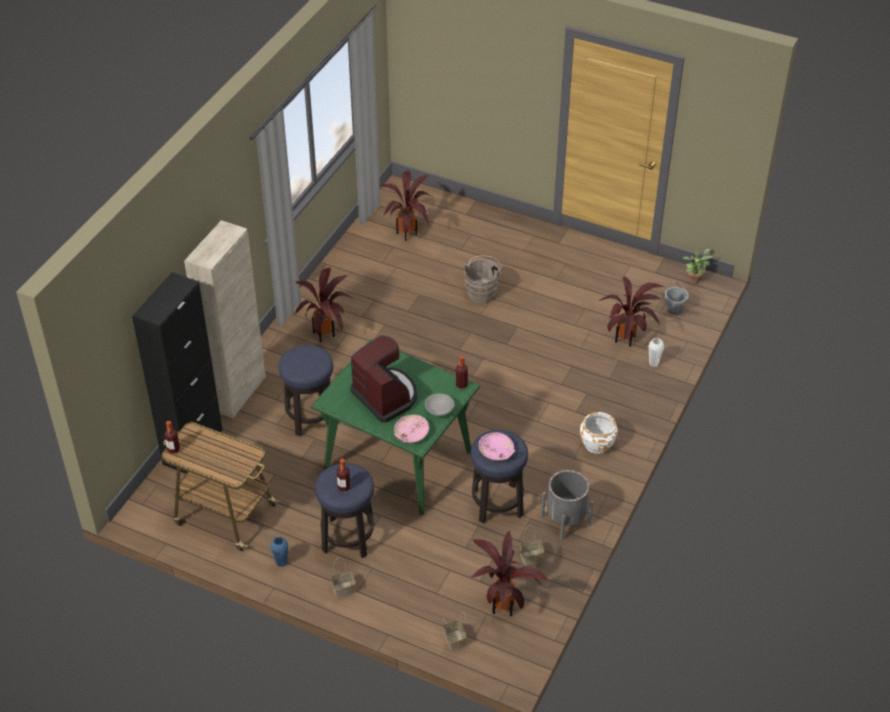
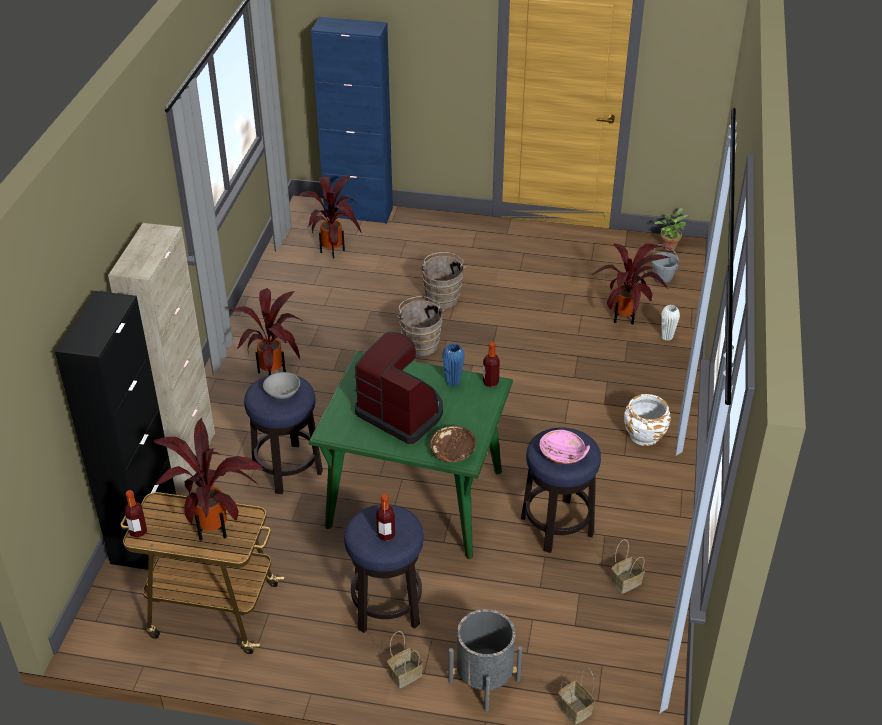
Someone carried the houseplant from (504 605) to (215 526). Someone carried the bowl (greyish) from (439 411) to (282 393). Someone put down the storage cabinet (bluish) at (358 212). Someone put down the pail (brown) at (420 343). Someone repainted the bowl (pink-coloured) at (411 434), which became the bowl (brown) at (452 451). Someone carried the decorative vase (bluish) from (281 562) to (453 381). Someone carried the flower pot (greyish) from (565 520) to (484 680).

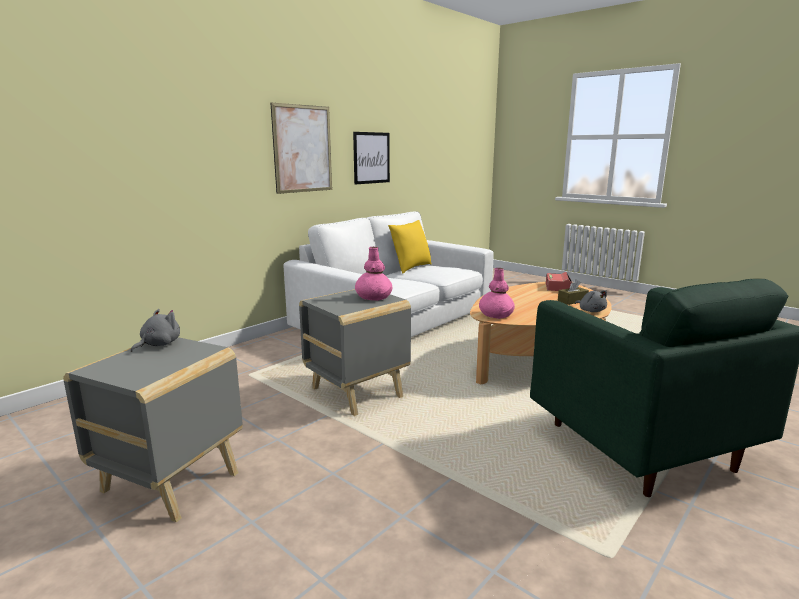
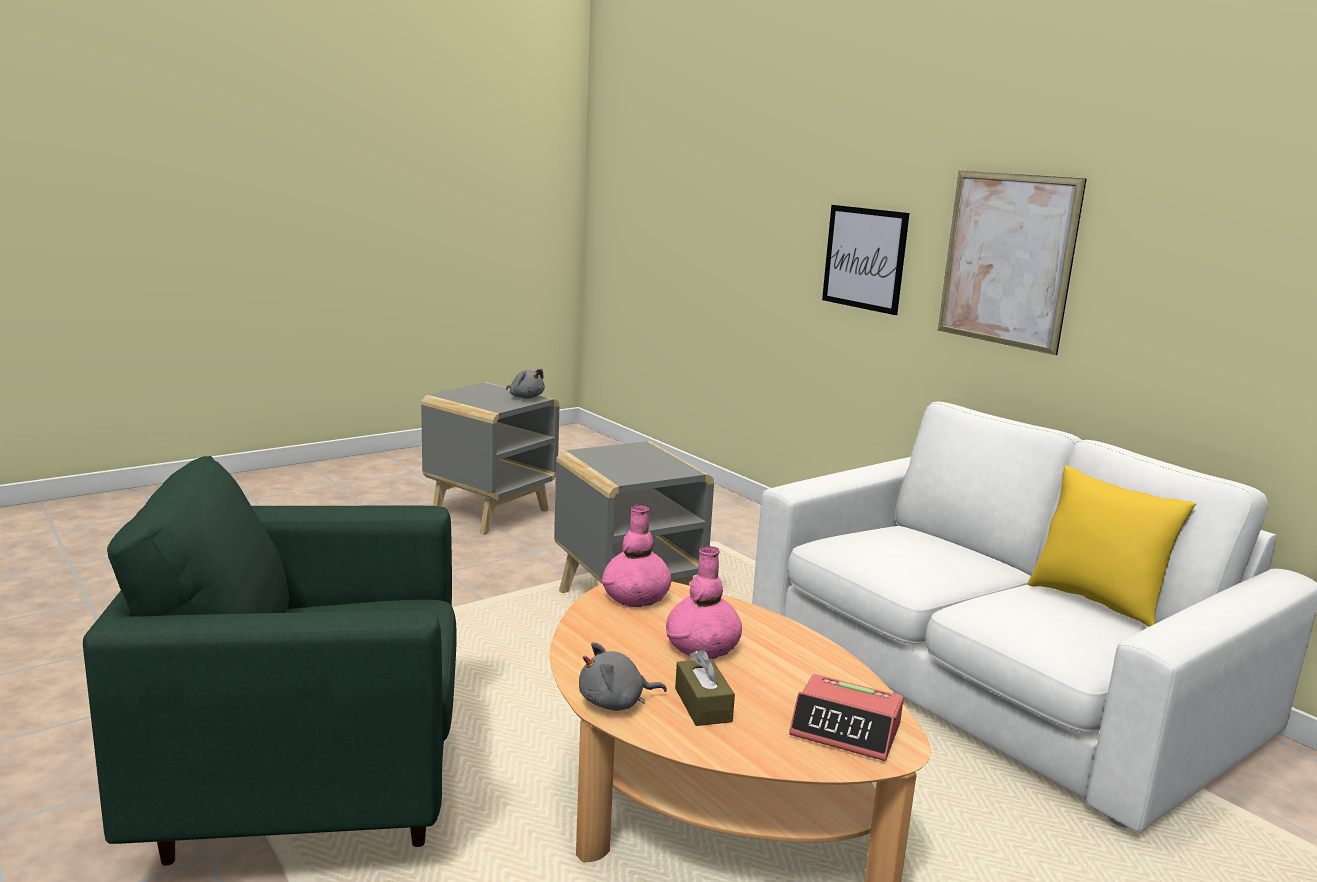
Someone carried the decorative vase (pink-coloured) from (374 297) to (703 646). Someone carried the picture from (371 158) to (864 258).

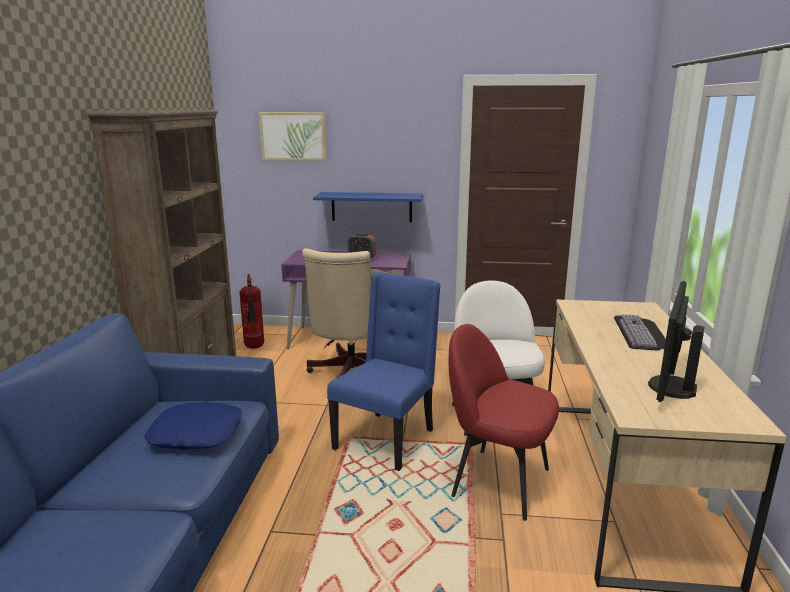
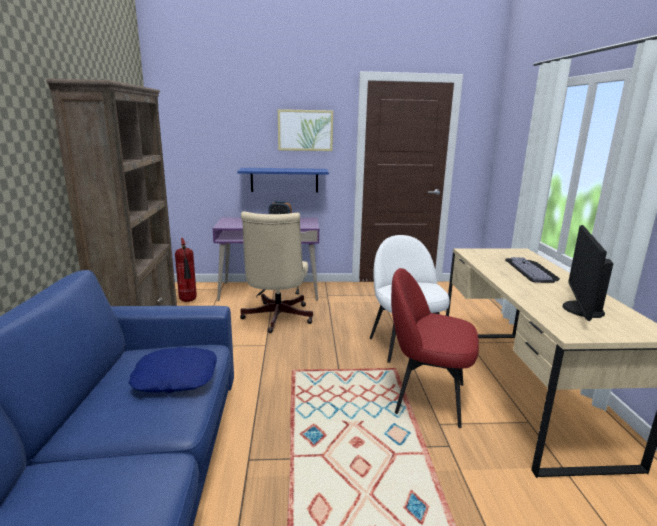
Someone carried the picture from (293 136) to (305 130). Someone took away the plain chair (bluish) at (386 439).

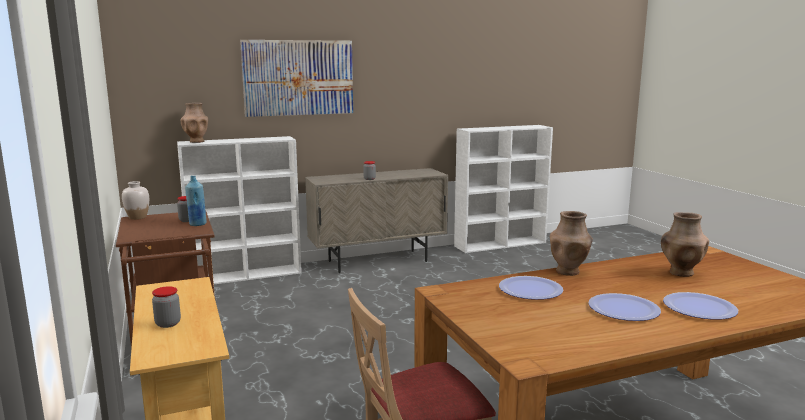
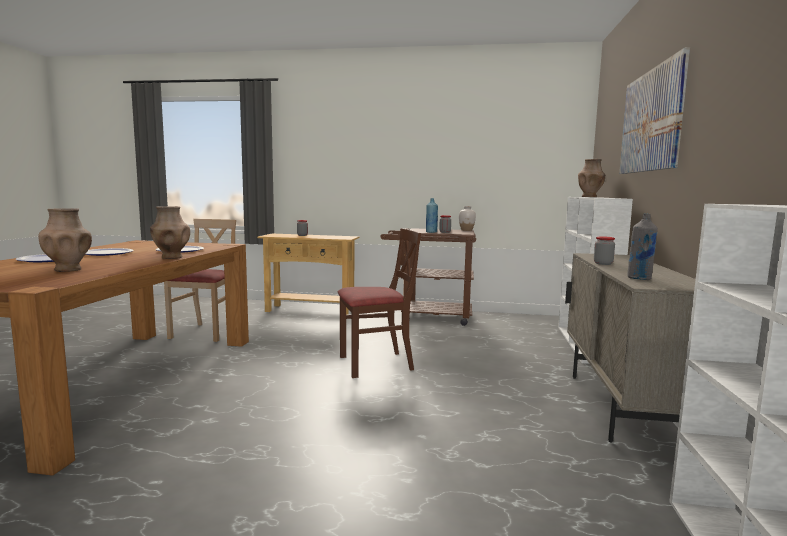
Someone put down the plain chair (brown) at (376 364). Someone put down the drink bottle (greyish) at (639 278).

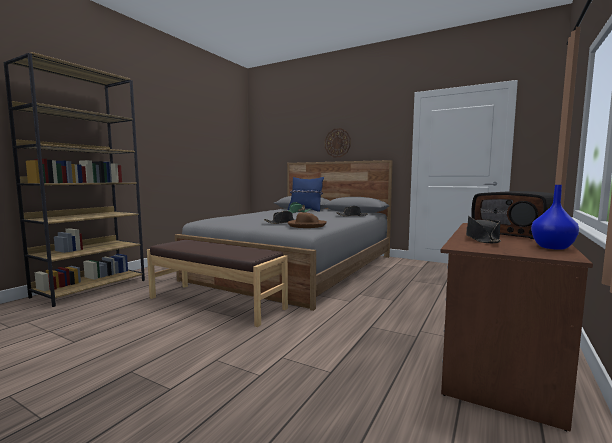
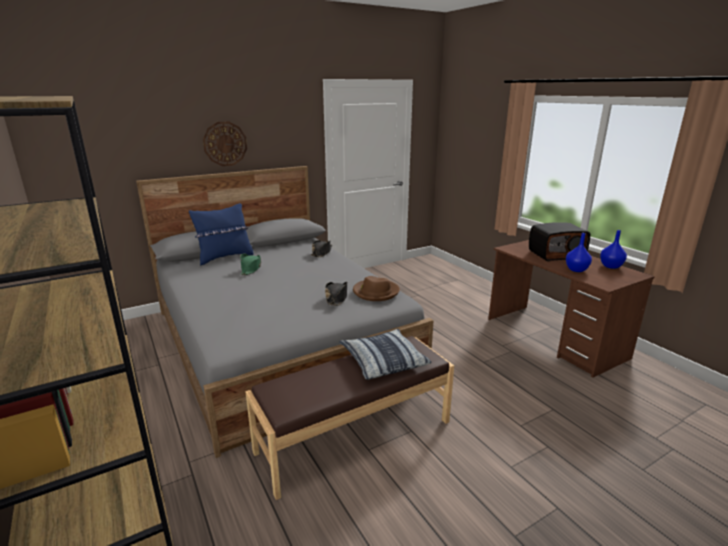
Someone put down the cushion at (383 361). Someone swapped the hat (black) at (482 239) for the decorative vase (bluish) at (576 270).

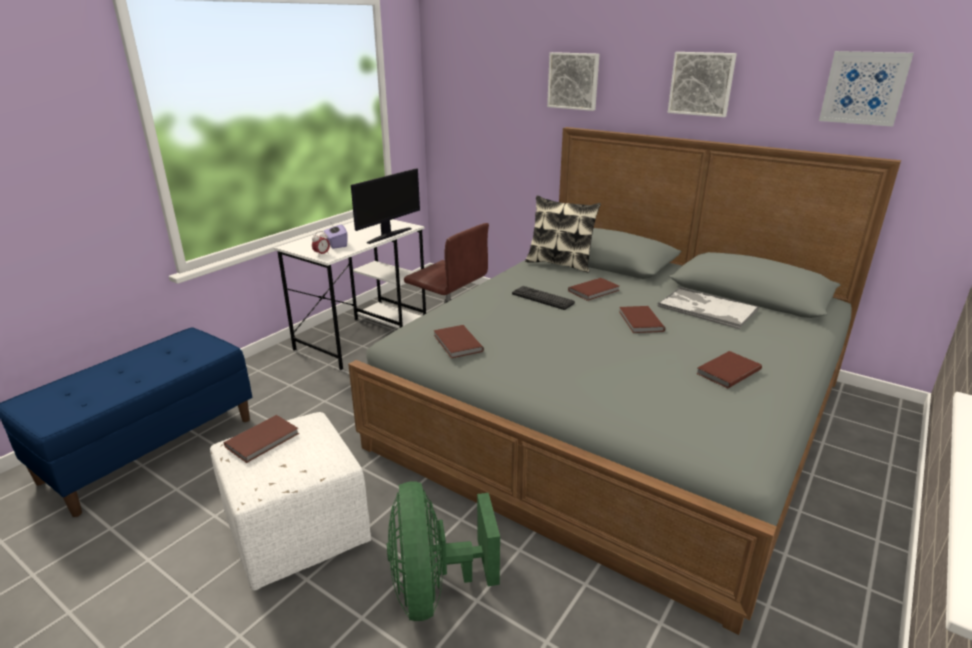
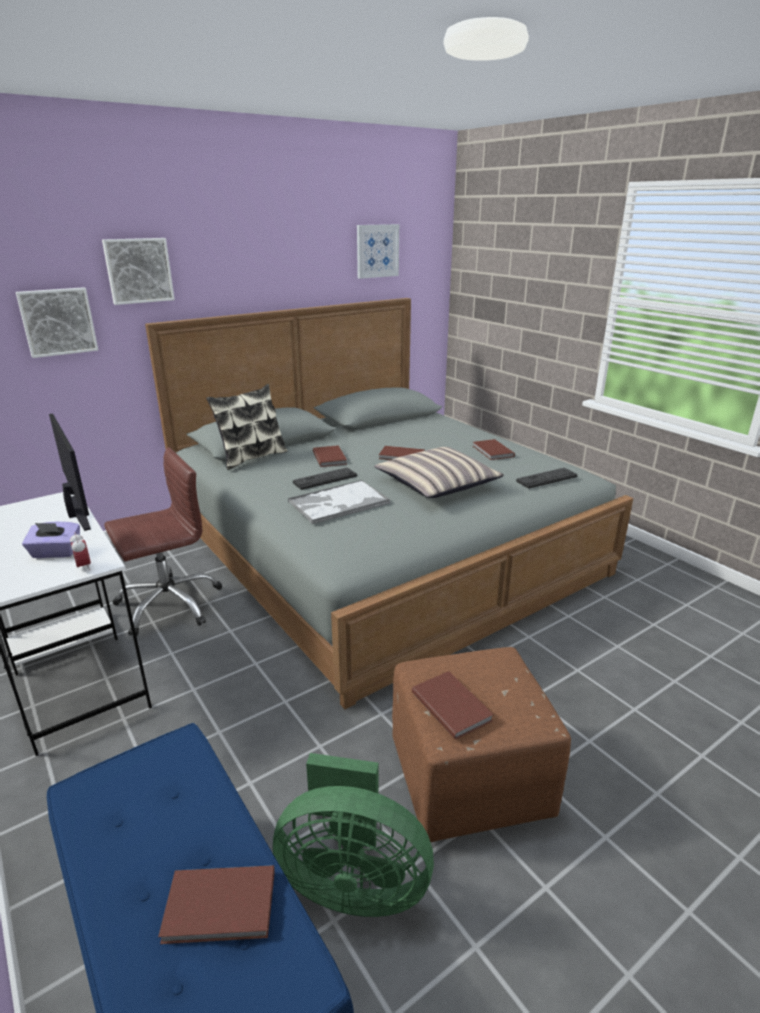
Someone carried the picture from (701 84) to (58 321). Someone carried the volume (brown) from (456 344) to (221 908). Someone carried the electric fan (green-coloured) from (434 588) to (352 882). Someone carried the serving tray from (706 308) to (338 503). Someone put down the cushion at (437 484). Someone repainted the footrest (white-coloured) at (296 532), which became the footrest (brown) at (467 780). Someone put down the computer keyboard at (546 479).

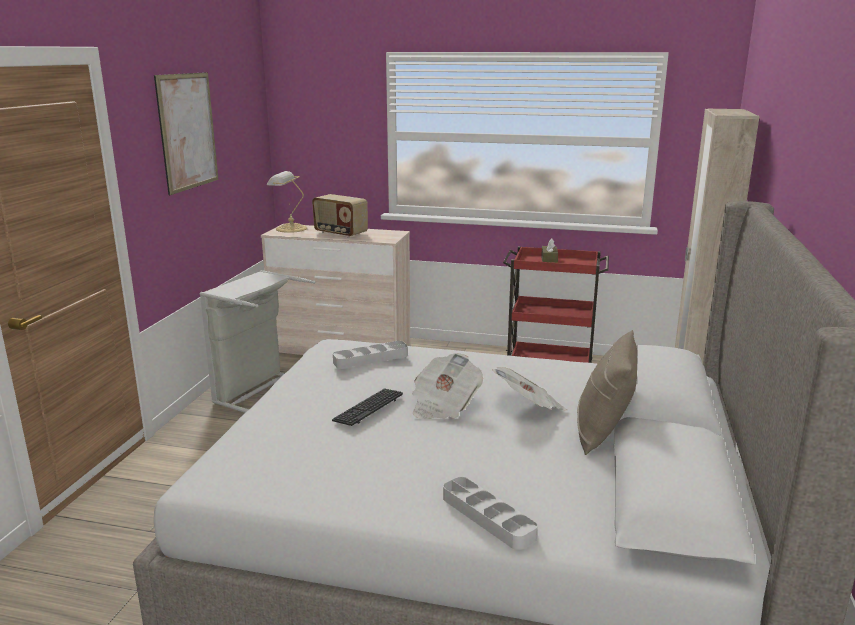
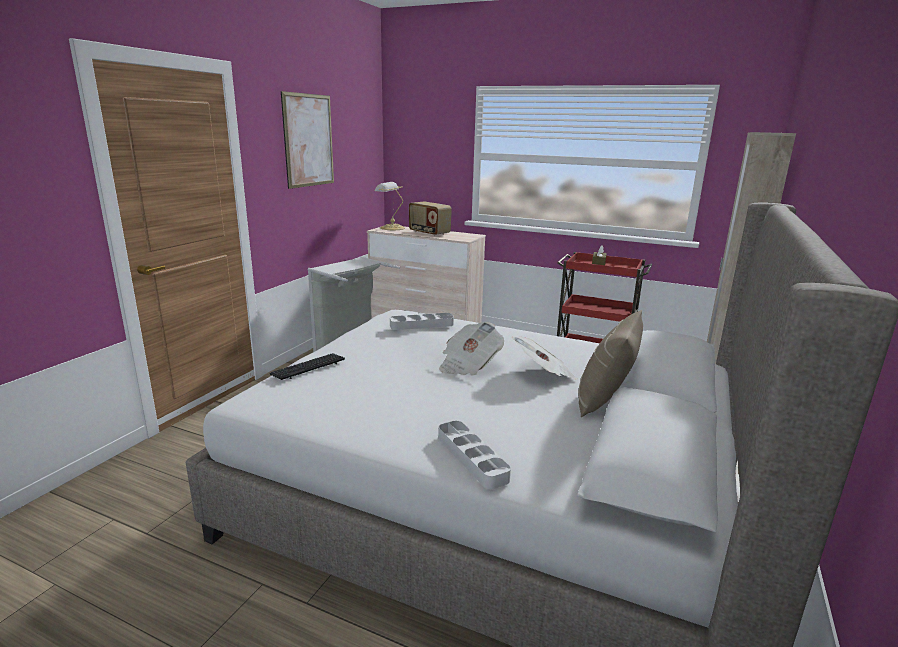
Someone carried the computer keyboard from (368 408) to (308 368).

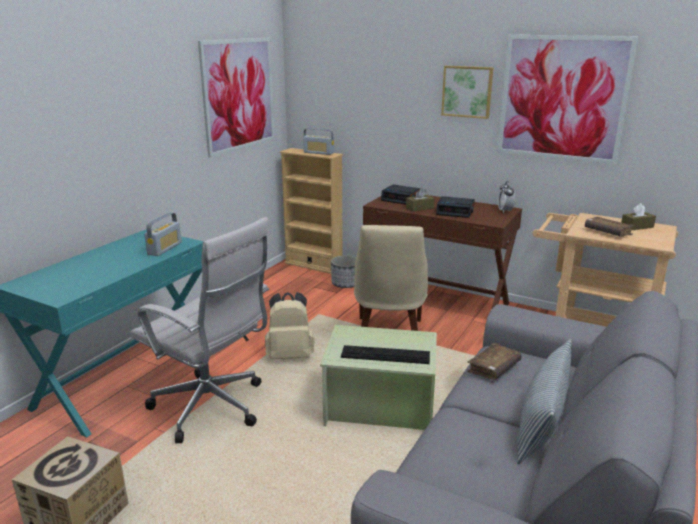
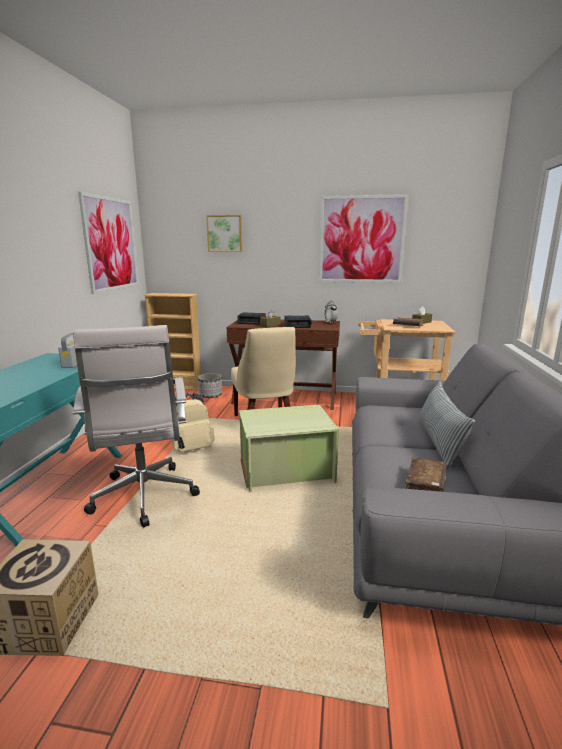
Someone rotated the desk chair (white-coloured) at (212 408) by 60 degrees clockwise. Someone carried the picture from (467 91) to (225 234). Someone carried the volume (brown) from (493 368) to (425 483). Someone took away the radio receiver at (318 153). Someone took away the computer keyboard at (385 354).

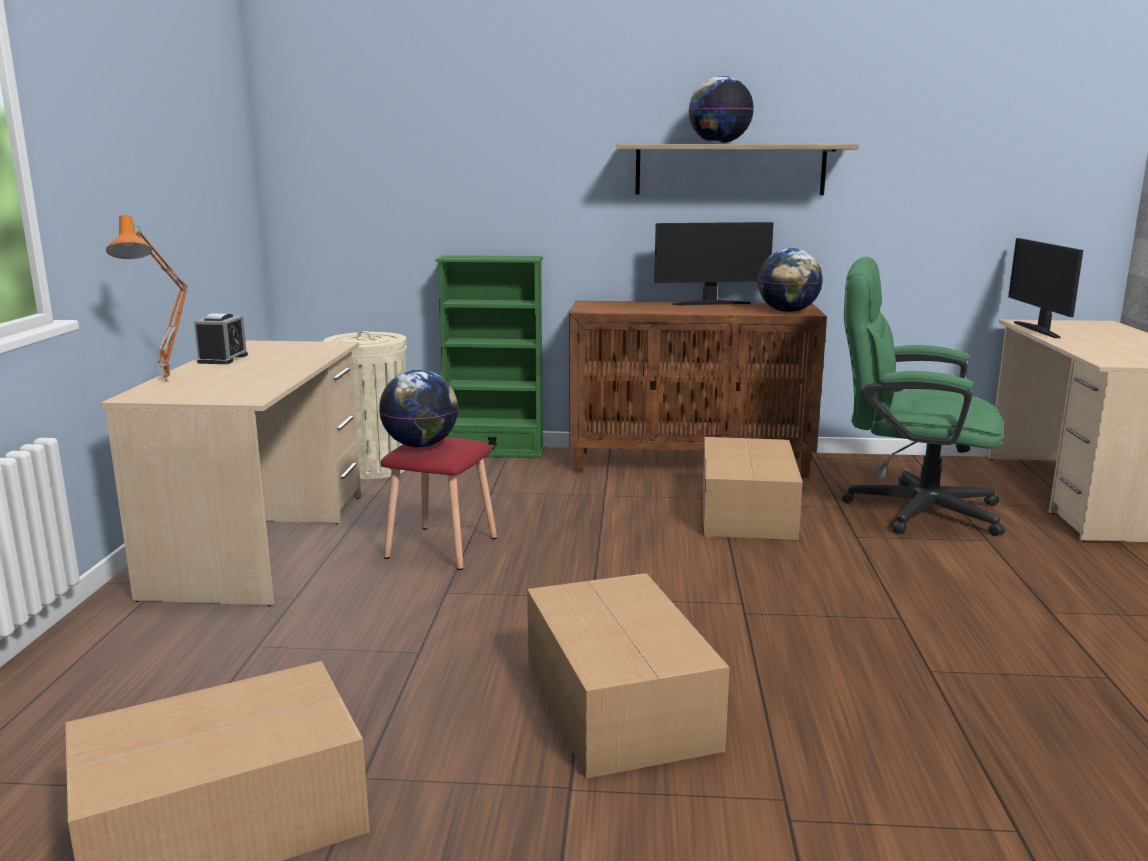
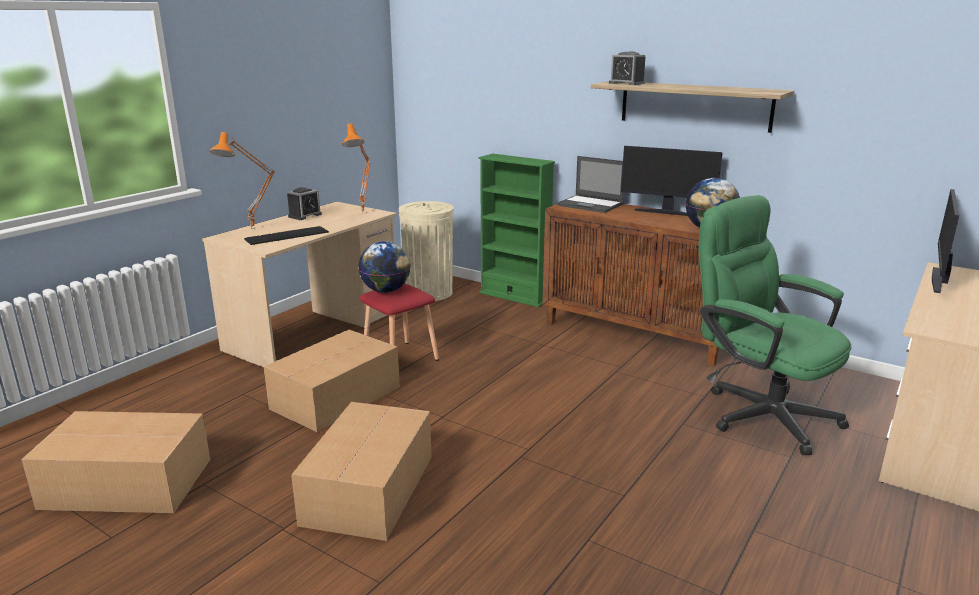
Someone put down the computer keyboard at (287 235). Someone carried the cardboard box from (748 511) to (338 397). Someone put down the tabletop lamp (orangey) at (364 213). Someone put down the portable computer at (591 204). Someone put down the alarm clock at (626 83). Someone took away the desk globe at (719 143).

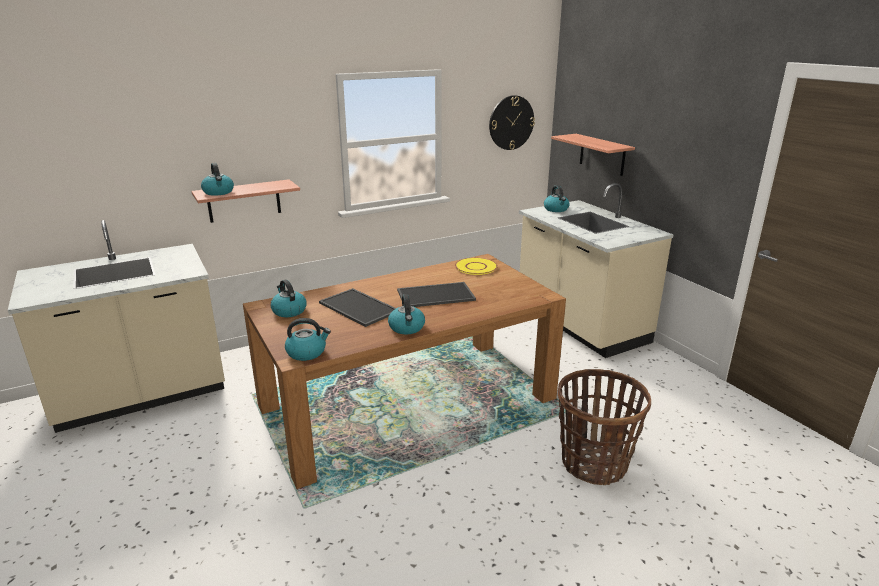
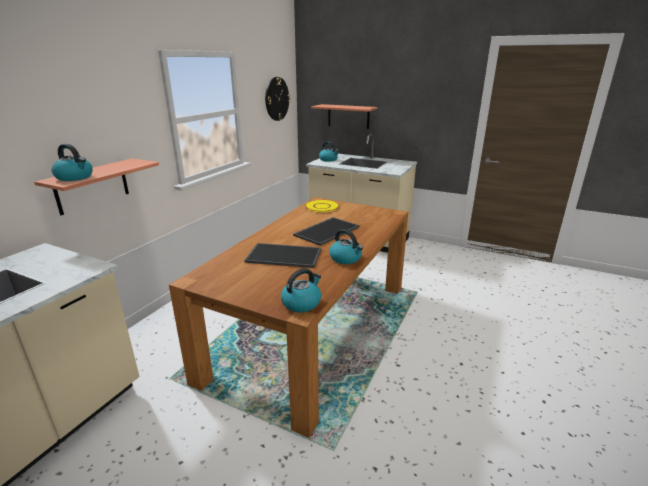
Someone took away the kettle at (289 311). Someone took away the storage basket at (593 463).

